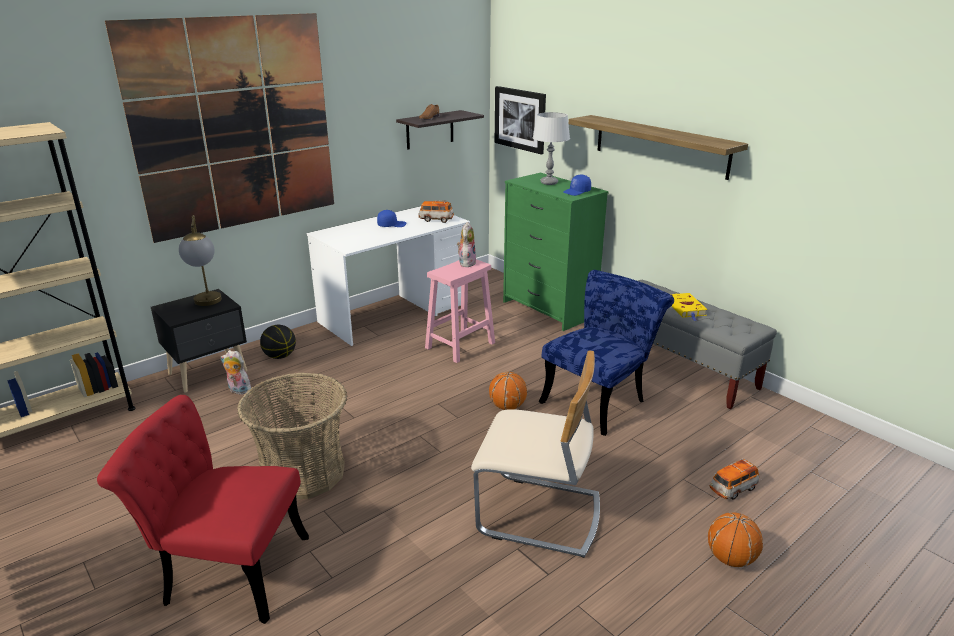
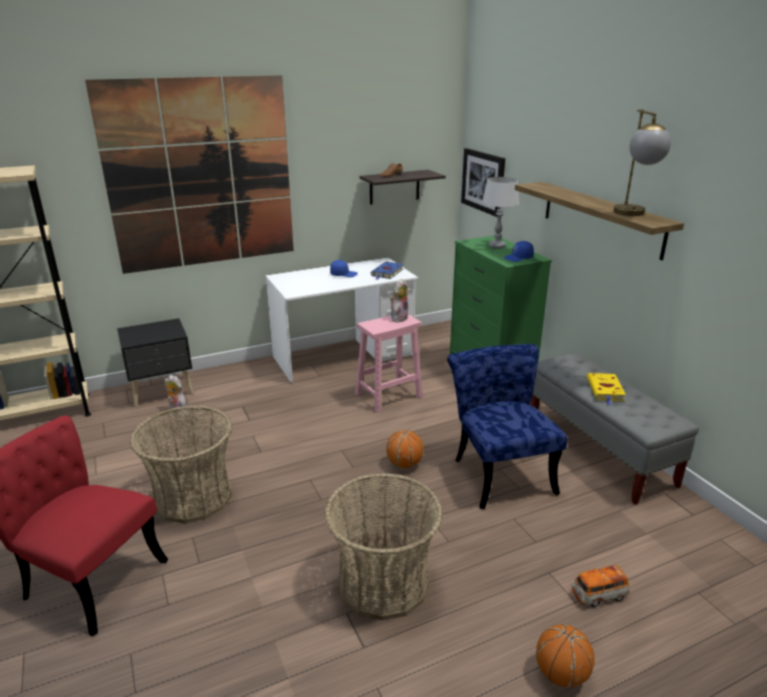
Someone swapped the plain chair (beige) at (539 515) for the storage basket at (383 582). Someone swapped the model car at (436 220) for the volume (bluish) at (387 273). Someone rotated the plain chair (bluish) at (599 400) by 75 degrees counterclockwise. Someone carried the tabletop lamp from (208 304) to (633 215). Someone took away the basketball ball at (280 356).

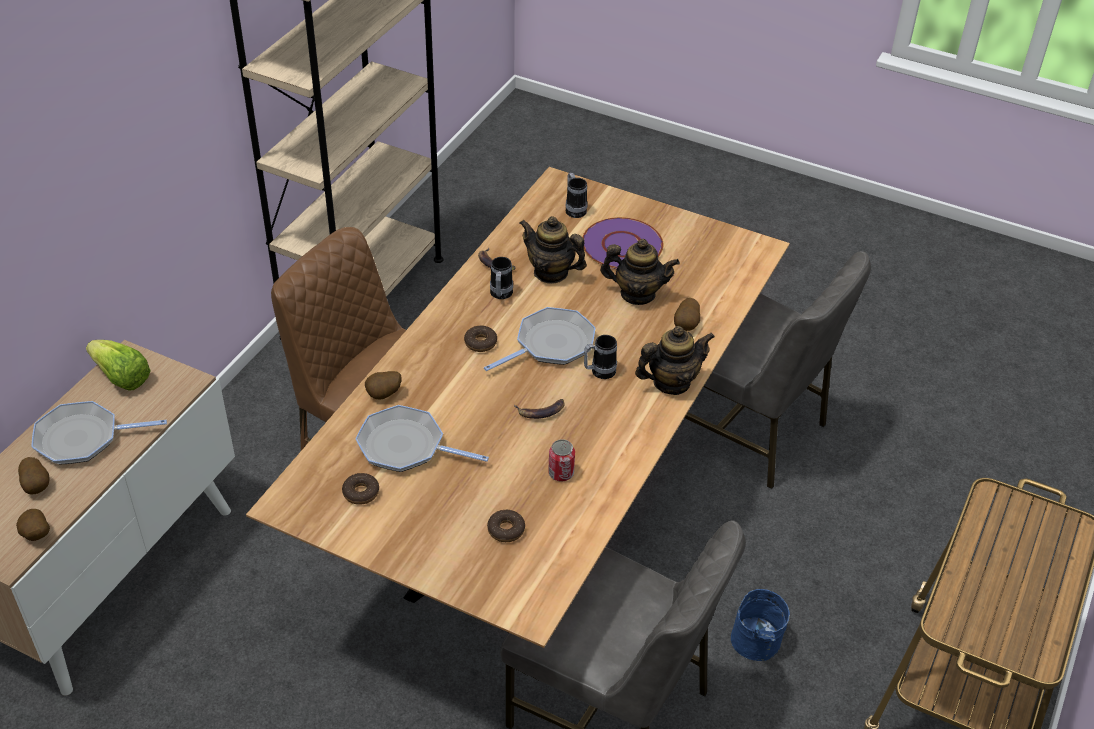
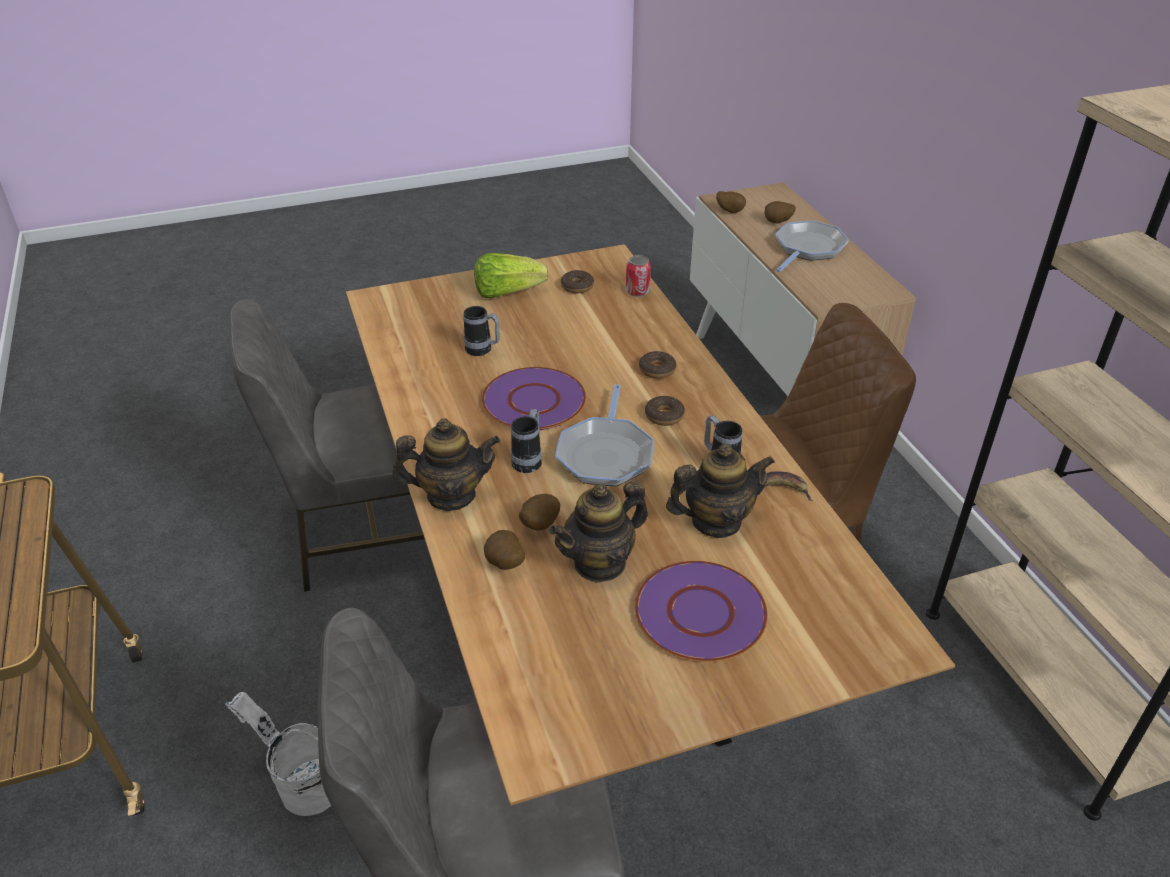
Someone put down the pail (white-coloured) at (301 784). Someone rotated the teapot at (671 382) by 120 degrees counterclockwise. Someone carried the mug from (574 209) to (483 350). Someone carried the head of lettuce from (121 377) to (507 292). Someone swapped the whole banana at (541 411) for the dinner plate (purplish) at (533 400). Someone carried the potato from (384 395) to (538 525). Someone carried the sealed can from (561 473) to (637 291). Someone carried the donut from (506 530) to (657 370). Someone took away the frying pan at (406 446). Someone took away the pail (bluish) at (756 648).

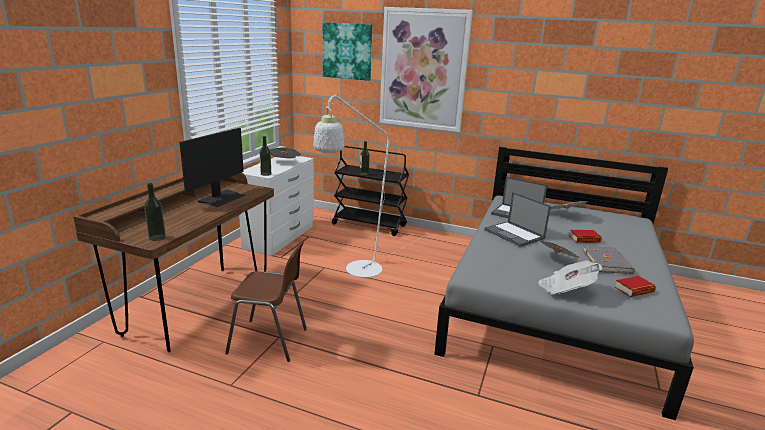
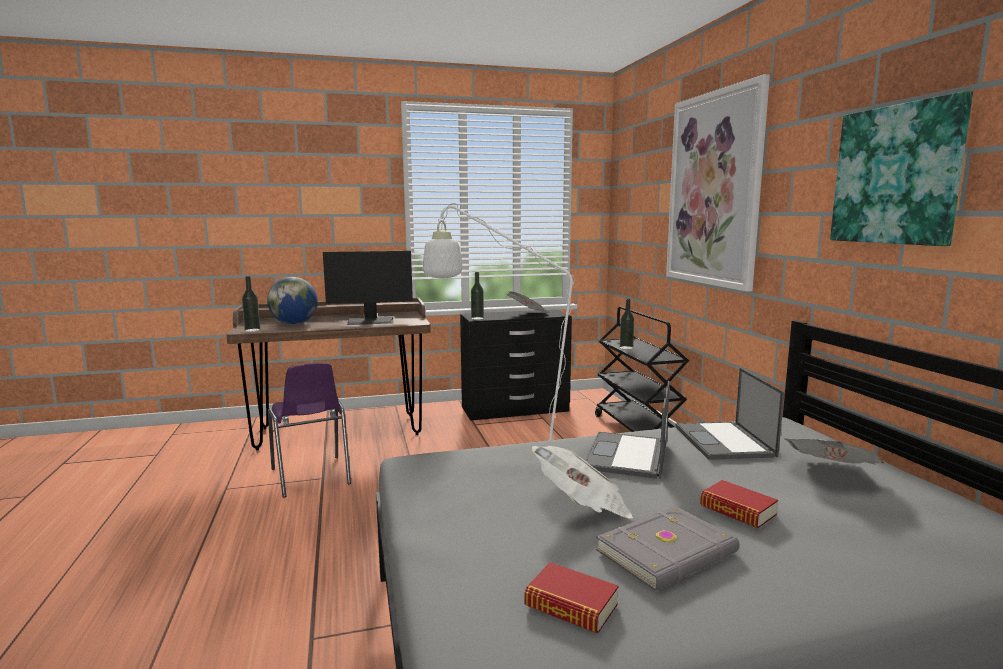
Someone put down the desk globe at (294 324). Someone repainted the plain chair (brown) at (270 341), which became the plain chair (purplish) at (311 477). Someone repainted the chest of drawers (white-coloured) at (280 237), which became the chest of drawers (black) at (515 409). Someone carried the picture from (347 51) to (896 175). Someone took away the printed paper at (566 290).

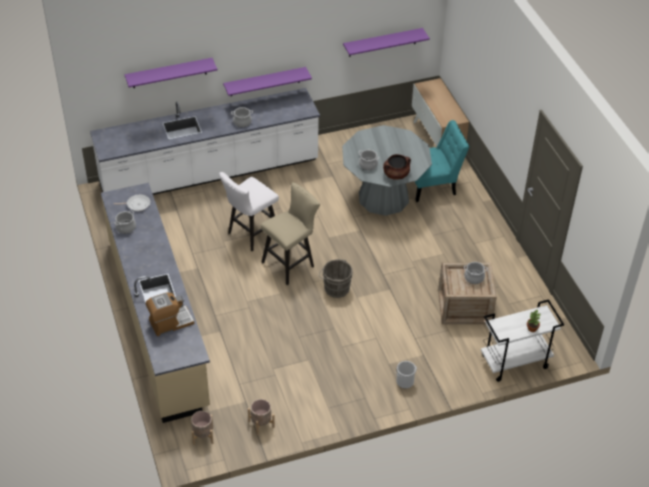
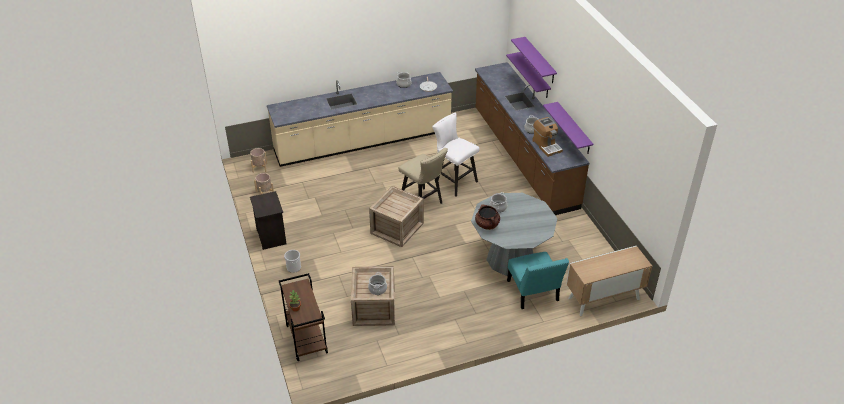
Someone put down the night table (black) at (270 236). Someone repainted the cart (white-coloured) at (514 363), which became the cart (brown) at (306 339). Someone swapped the pail (greyish) at (335 288) for the packing crate at (396 228). Someone repainted the counter (white-coloured) at (210 173), which became the counter (brown) at (523 157). Someone carried the wall shelf (purplish) from (382 42) to (534 75). Someone carried the coffee brewer from (170 322) to (546 146).

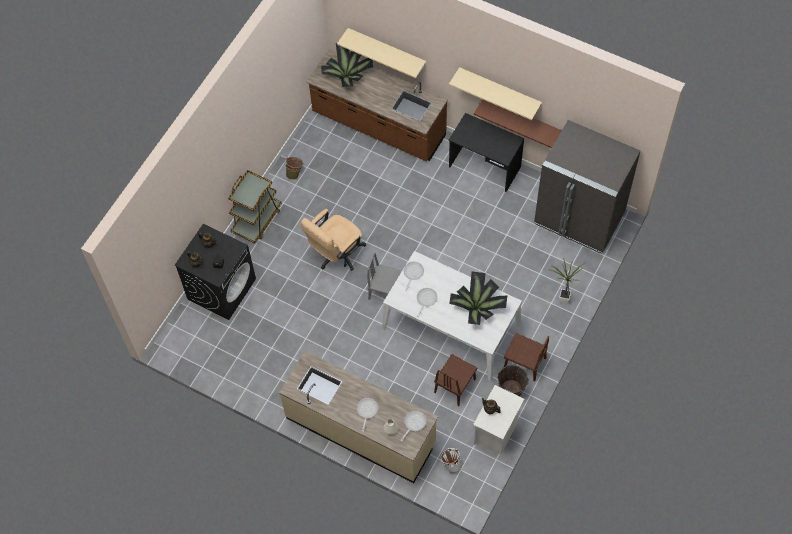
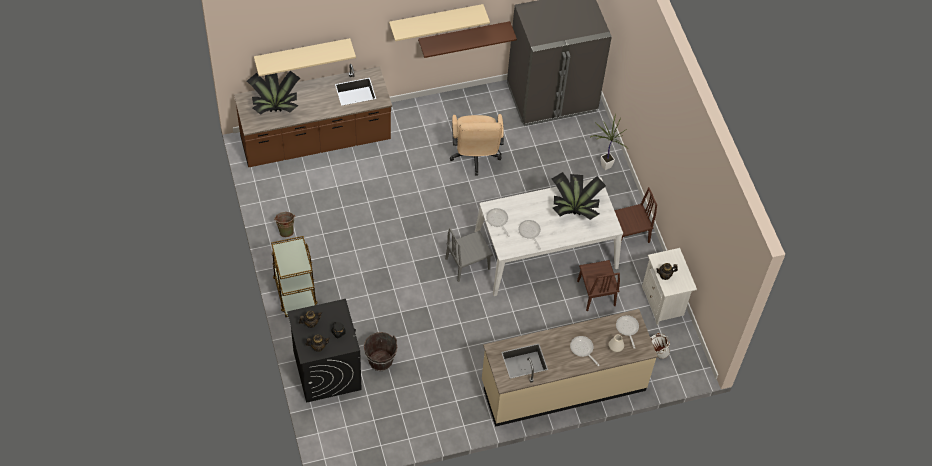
Someone carried the pail (brown) from (511 390) to (380 361). Someone carried the desk chair (beige) from (336 255) to (475 157). Someone took away the desk table (black) at (484 167).

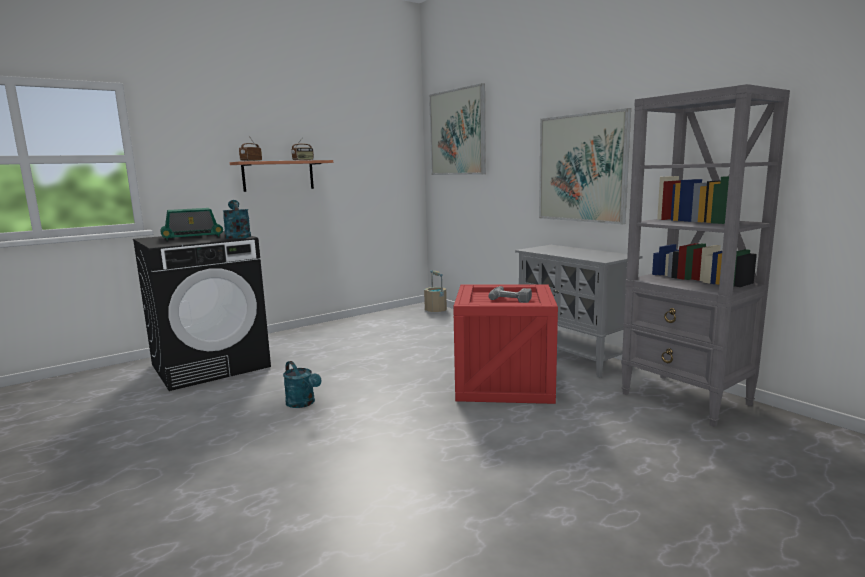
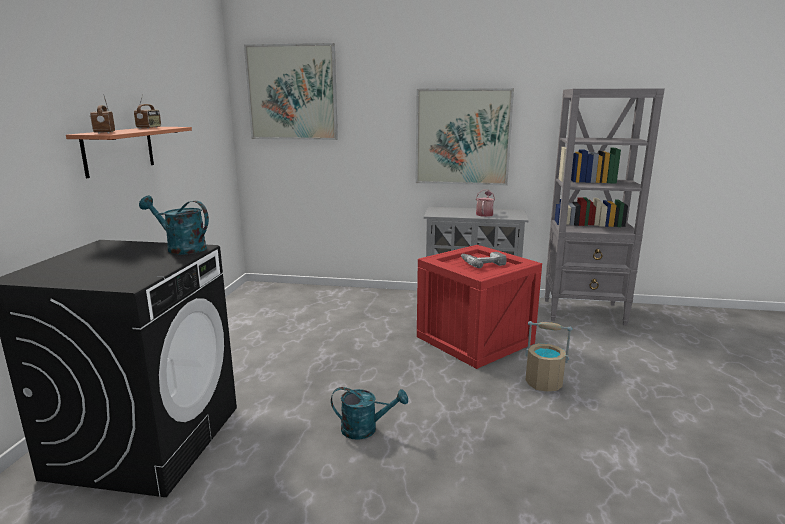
Someone put down the sprinkling can at (484 214). Someone carried the pail (beige) from (436 310) to (544 383). Someone took away the radio receiver at (192 237).

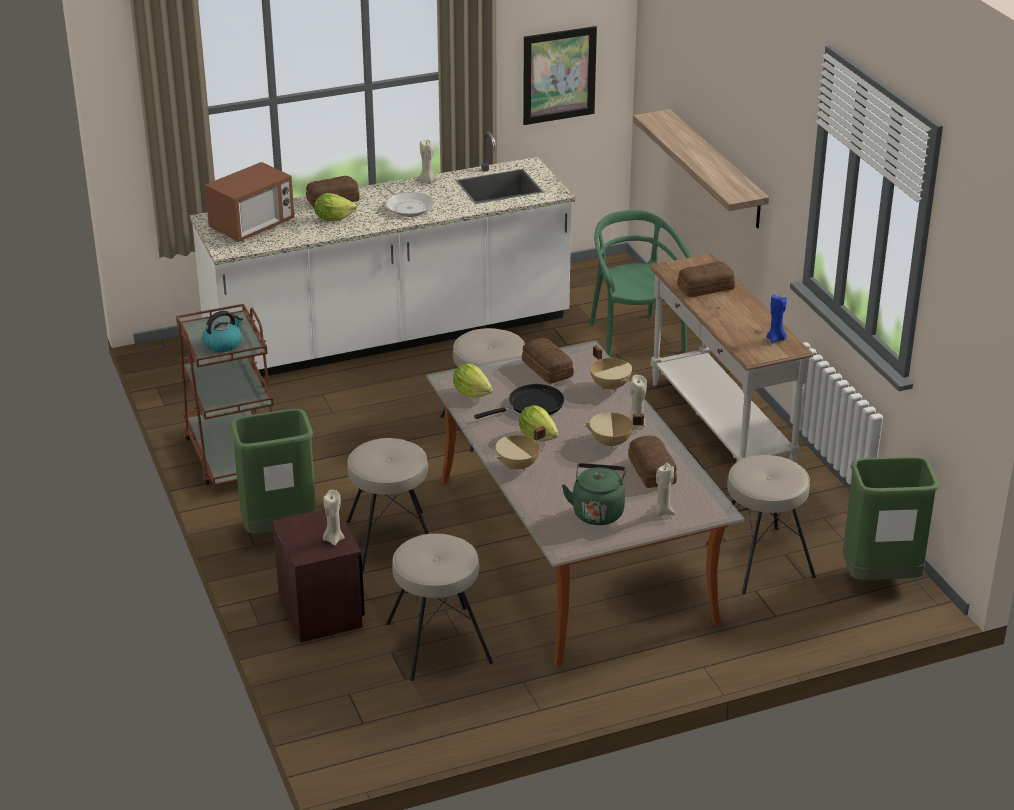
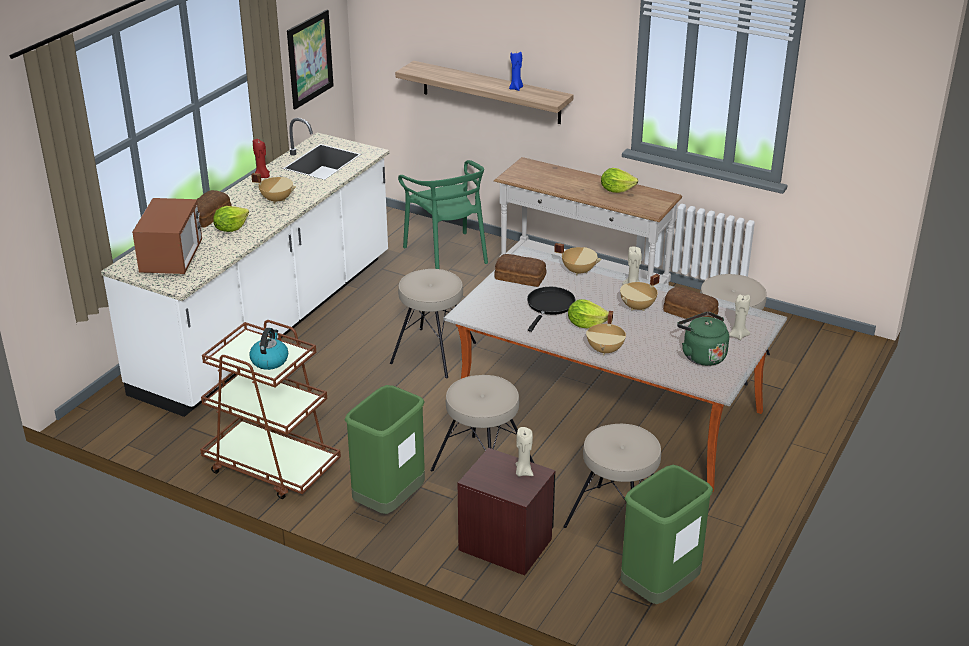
Someone swapped the frying pan at (408 207) for the saucepot (beige) at (277 199). Someone repainted the wax light (beige) at (427 181), which became the wax light (red-coloured) at (262 176). Someone rotated the plain chair (green-coloured) at (634 339) by 150 degrees counterclockwise. Someone carried the wax light (bluish) from (775 339) to (516 88). Someone carried the head of lettuce from (472 392) to (616 190). Someone carried the waste bin (green-coloured) from (880 578) to (659 590). Someone took away the bread at (704 287).

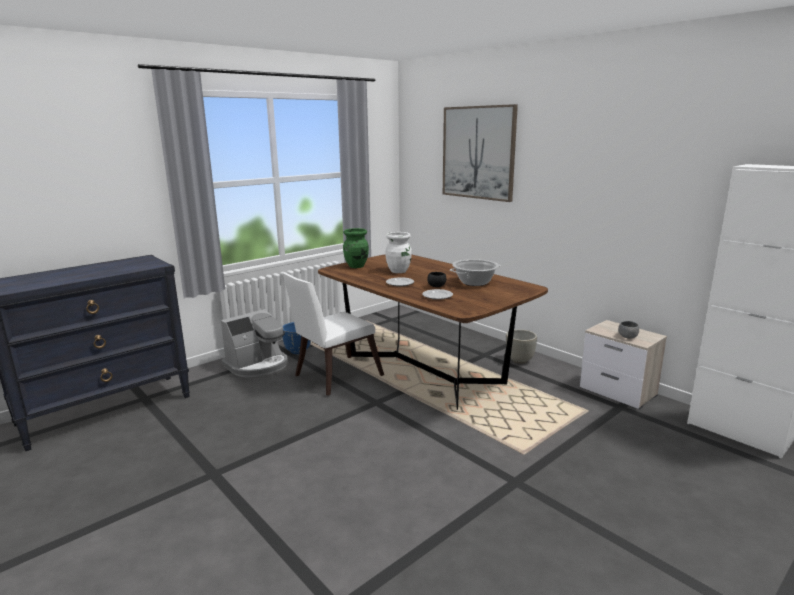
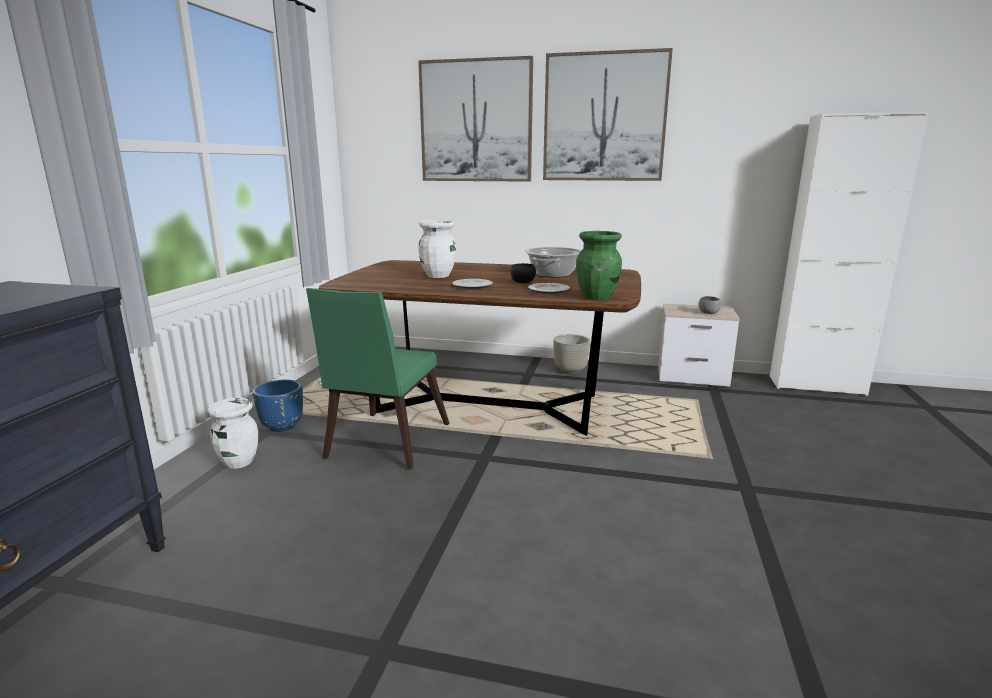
Someone swapped the coffee brewer at (257 365) for the decorative vase (white-coloured) at (238 462). Someone repainted the plain chair (white-coloured) at (333 377), which became the plain chair (green-coloured) at (383 444). Someone put up the picture at (604 118). Someone carried the decorative vase (green-coloured) from (356 266) to (597 297).

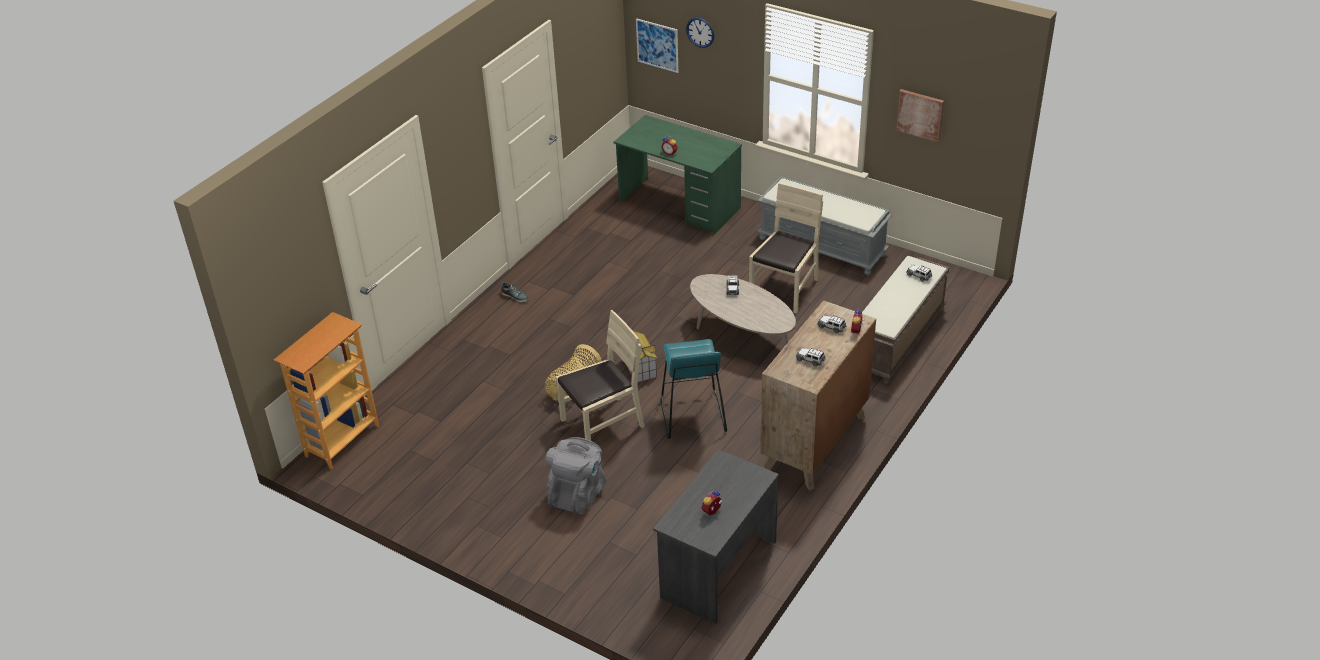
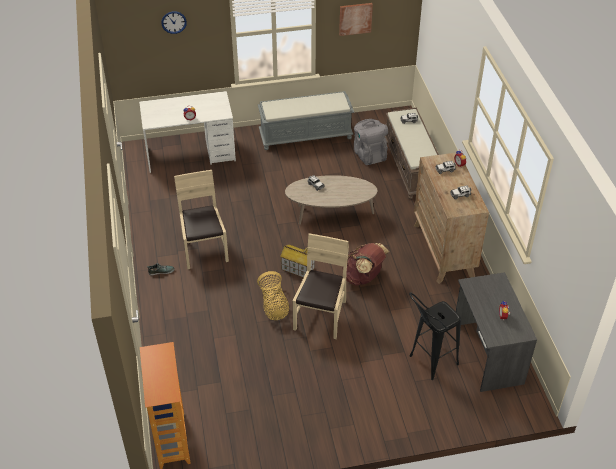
Someone repainted the desk table (green-coloured) at (679 205), which became the desk table (white-coloured) at (191 154). Someone carried the plain chair (beige) from (785 289) to (204 249). Someone swapped the sitting stool (turquoise) at (692 415) for the rucksack (brown) at (363 277). Someone carried the rucksack (greyish) from (577 494) to (369 154). Someone put down the sitting stool (black) at (428 363). Someone took away the picture at (657 45).

